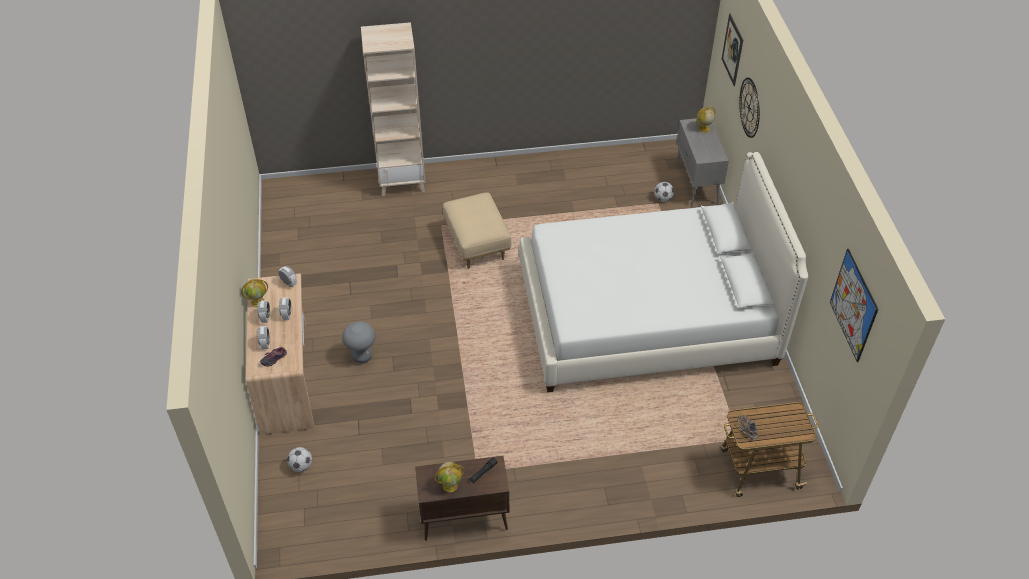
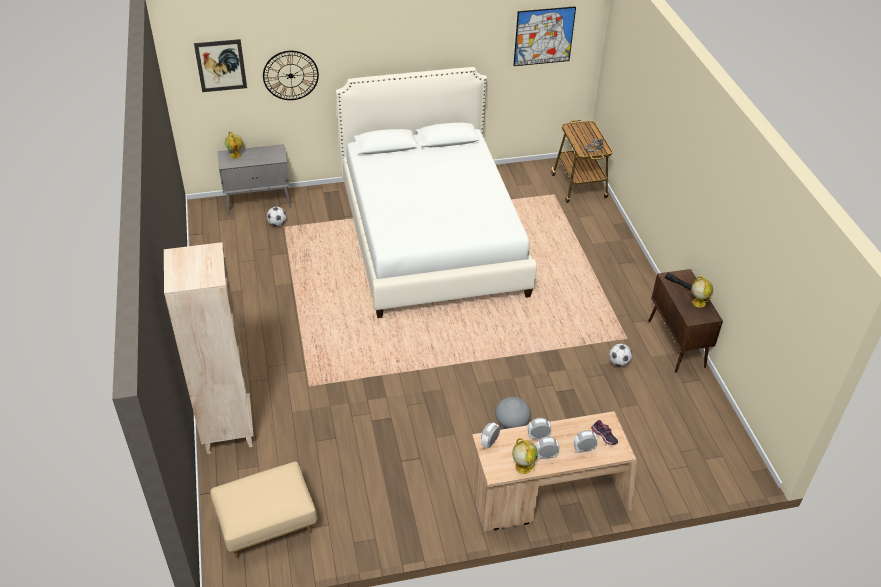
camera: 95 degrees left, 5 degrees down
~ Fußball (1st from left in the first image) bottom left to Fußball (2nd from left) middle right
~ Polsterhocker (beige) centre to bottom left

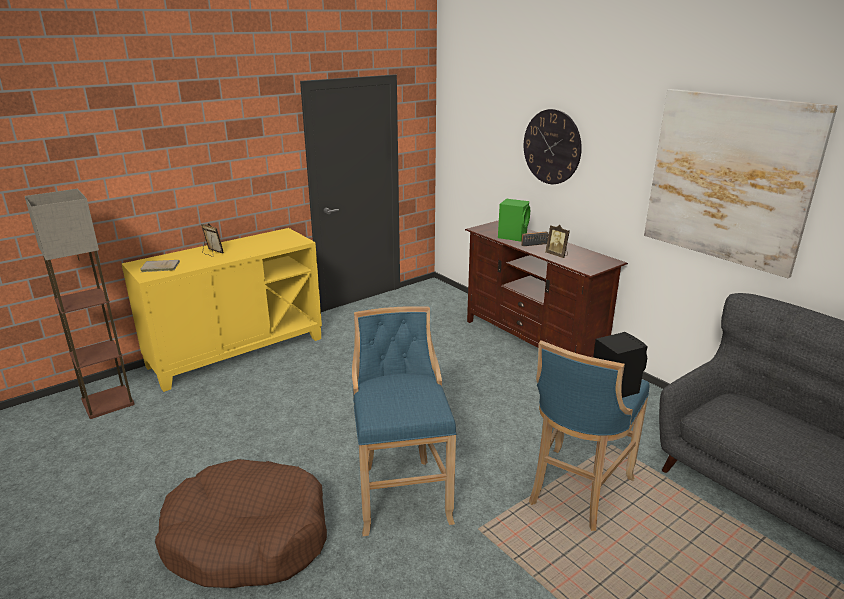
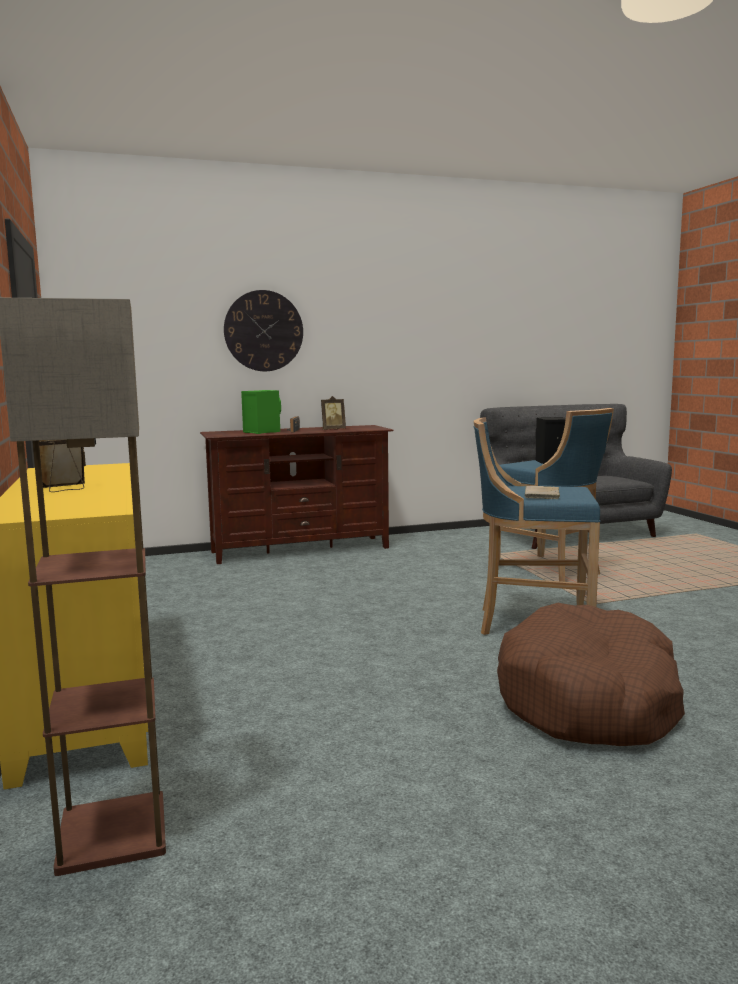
camera: 70 degrees left, 15 degrees down
- Bild top right
~ Buch (beige) middle left to middle right

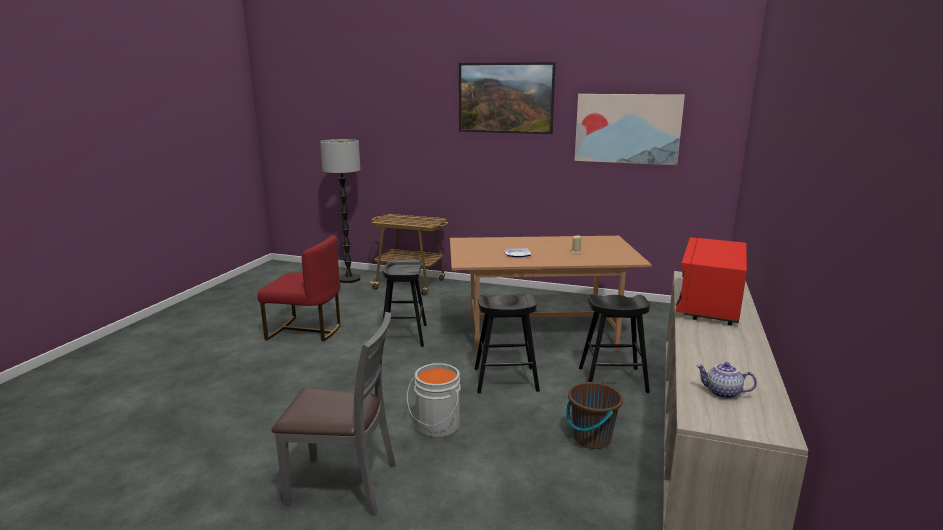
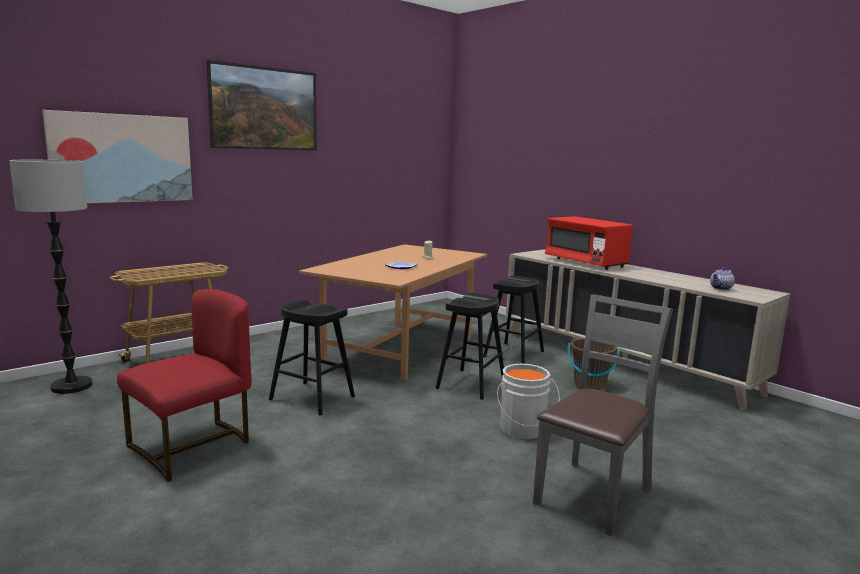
camera: 60 degrees left, 5 degrees down
~ Bild (2nd from left in the first image) top right to Bild (1st from left) top left

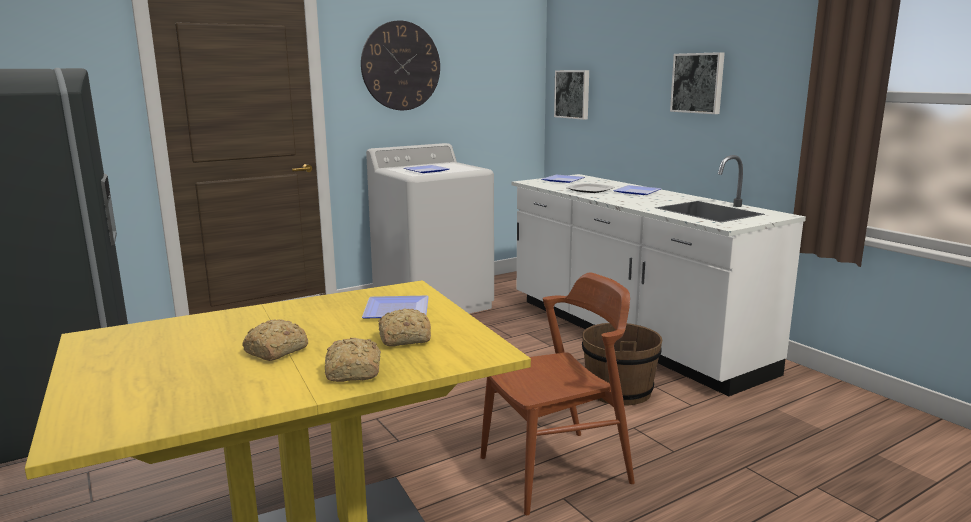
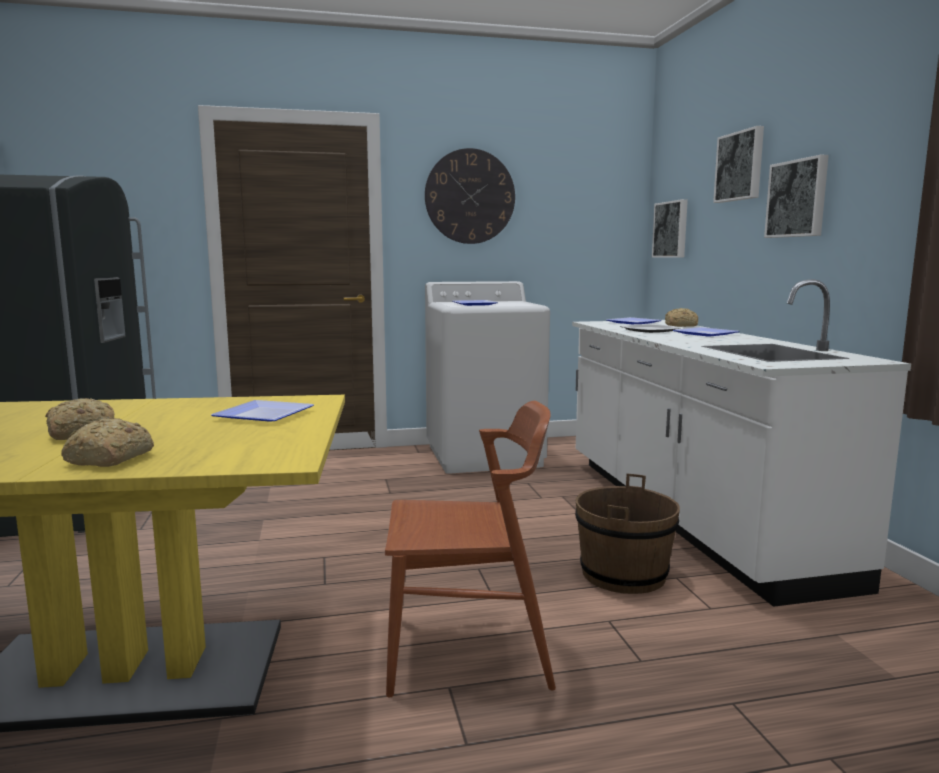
camera: 20 degrees right, 5 degrees down
+ Bild (2nd from left) top right
~ Brot (3rd from left) centre to middle right

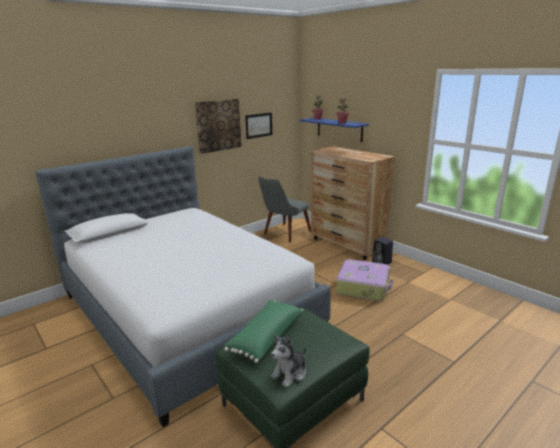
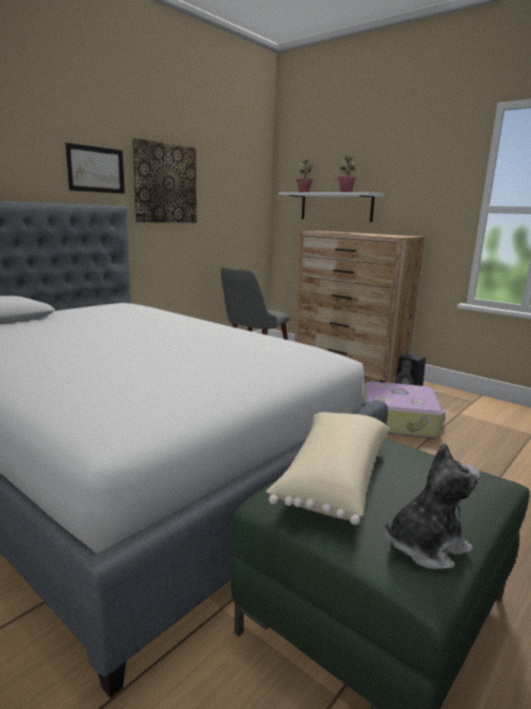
camera: 10 degrees left, 5 degrees down
~ Bild (2nd from left in the first image) top centre to Bild (1st from left) top left
~ Kissen (grün) bottom centre to Kissen (beige) centre
~ Wandregal (blau) top centre to Wandregal (weiß) top centre
~ Plüschtier bottom centre = bottom right 150 degrees counterclockwise

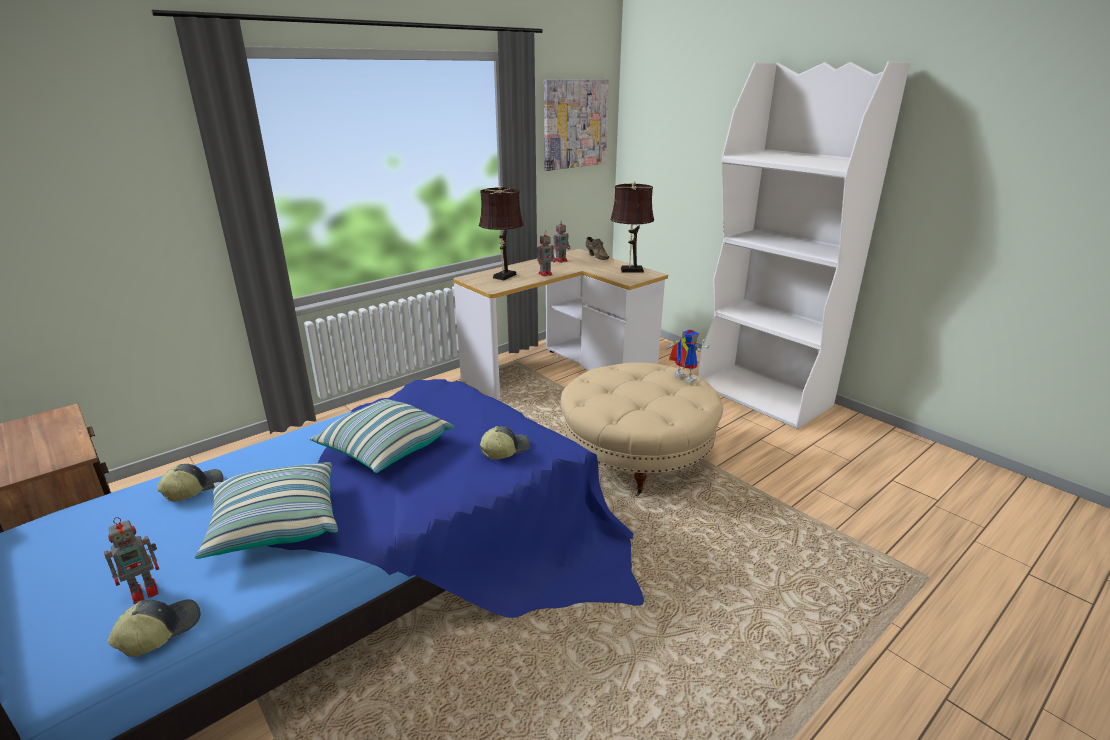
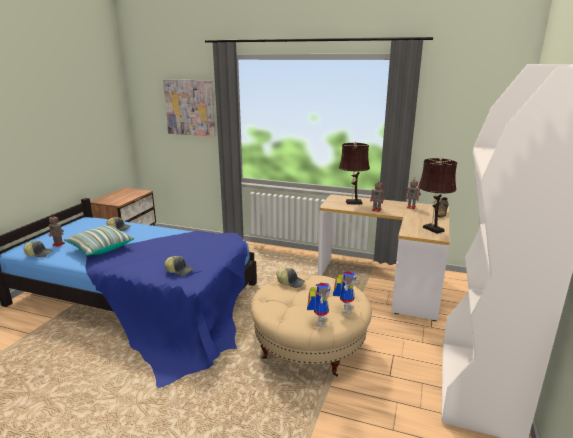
camera: 60 degrees right, 5 degrees down
- Kissen (2nd from left) centre
+ Kappe (4th from left) centre
+ Spielzeugroboter (2nd from left) bottom centre
~ Bild top centre to top left

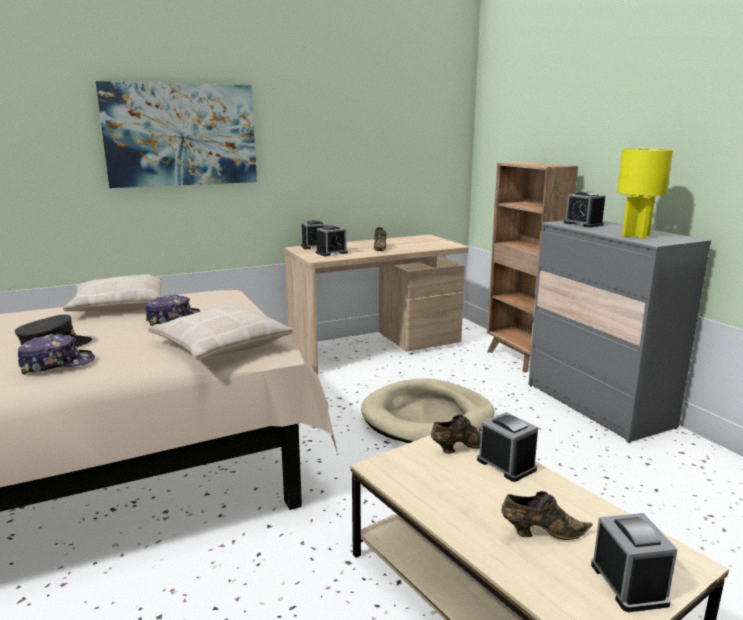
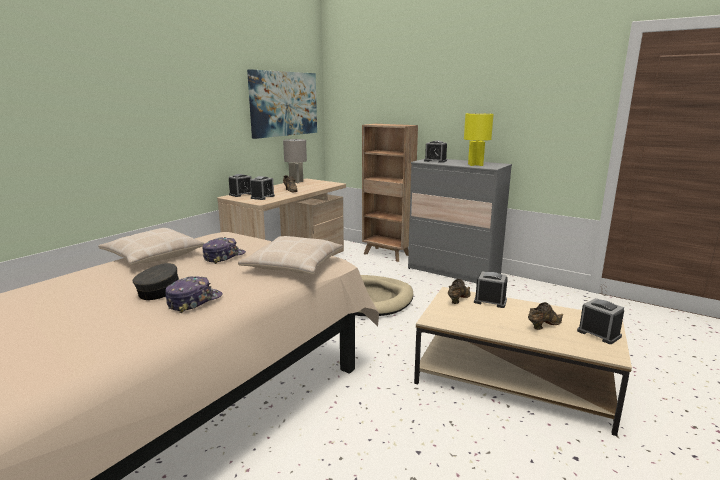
camera: 30 degrees left, 0 degrees up
+ Tischlampe (grau) centre
~ Bild top left to top centre

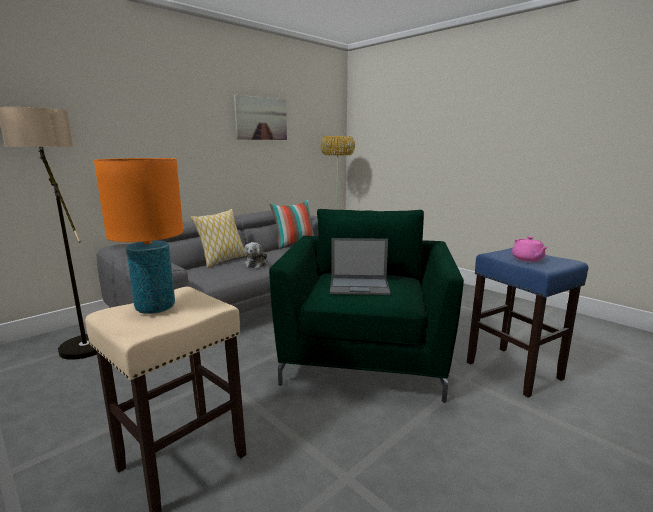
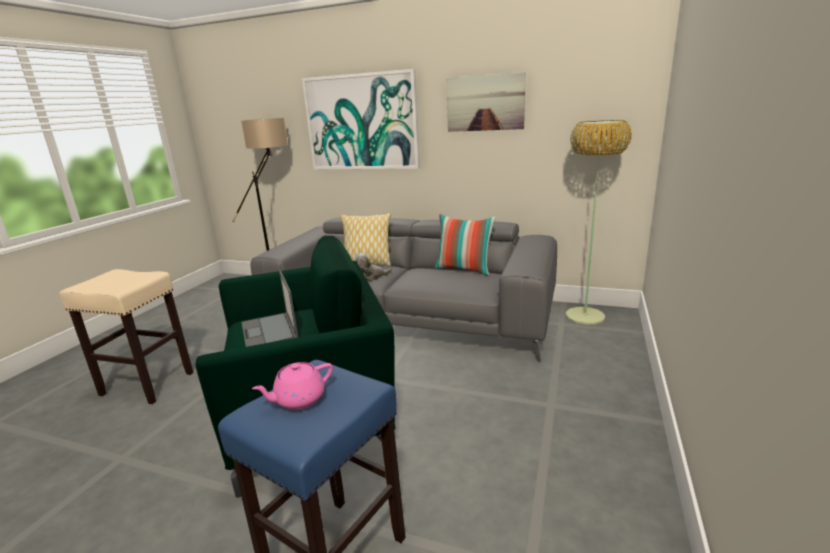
camera: 65 degrees right, 5 degrees up
- Tischlampe (orange) middle left
+ Bild (1st from left) top centre

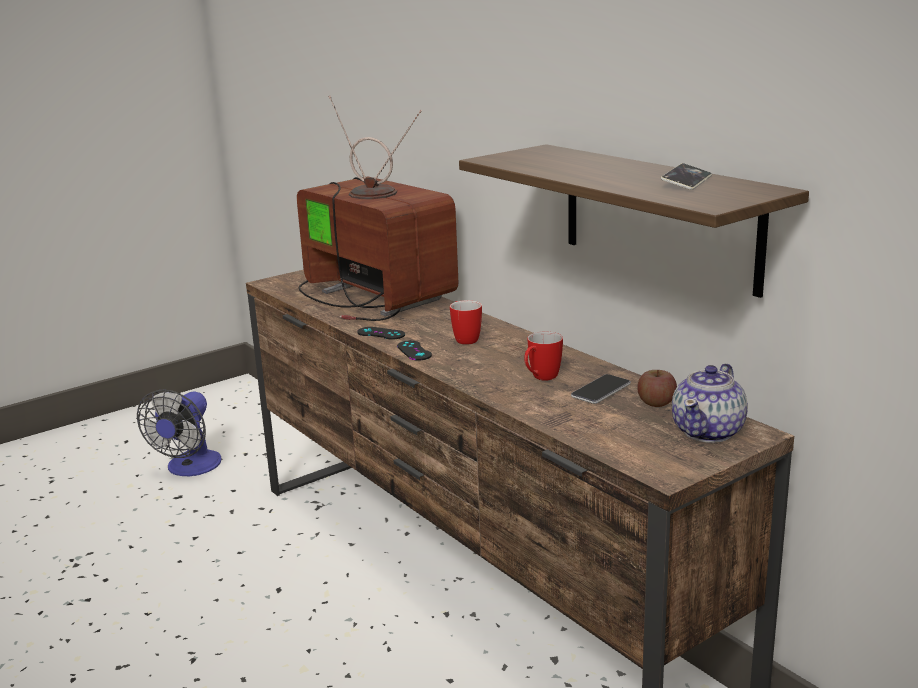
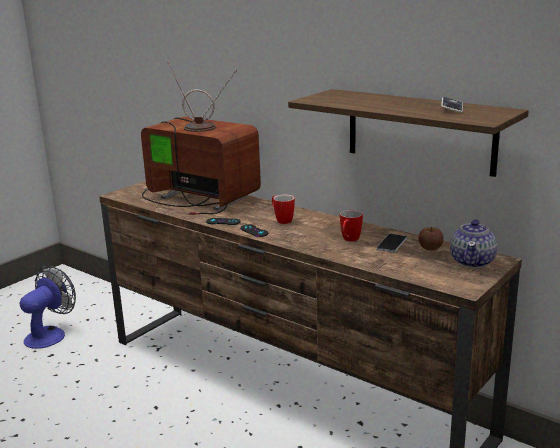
camera: 15 degrees left, 0 degrees up
~ Ventilator middle left = bottom left 150 degrees counterclockwise

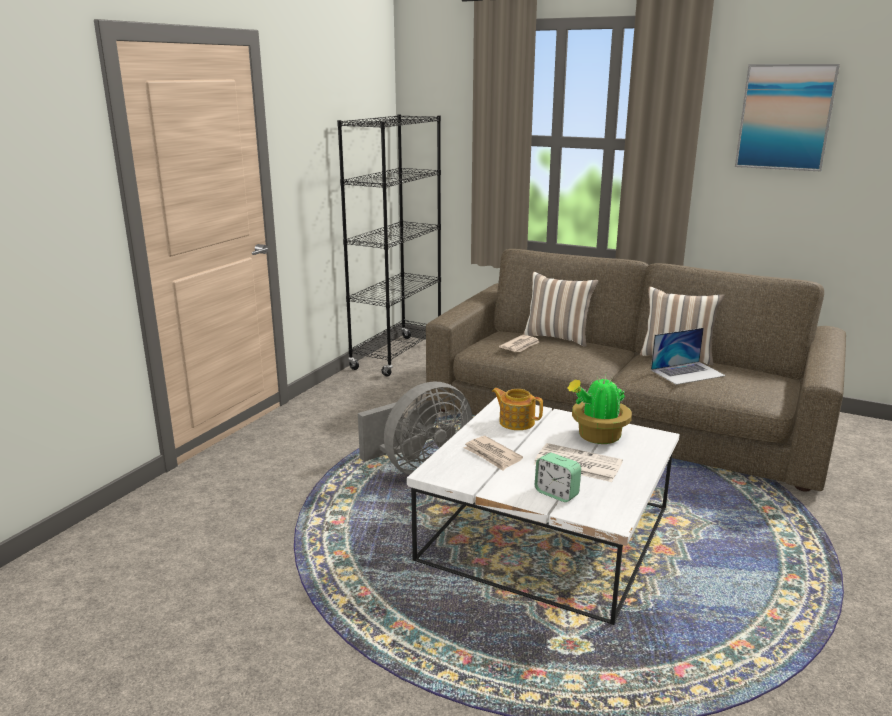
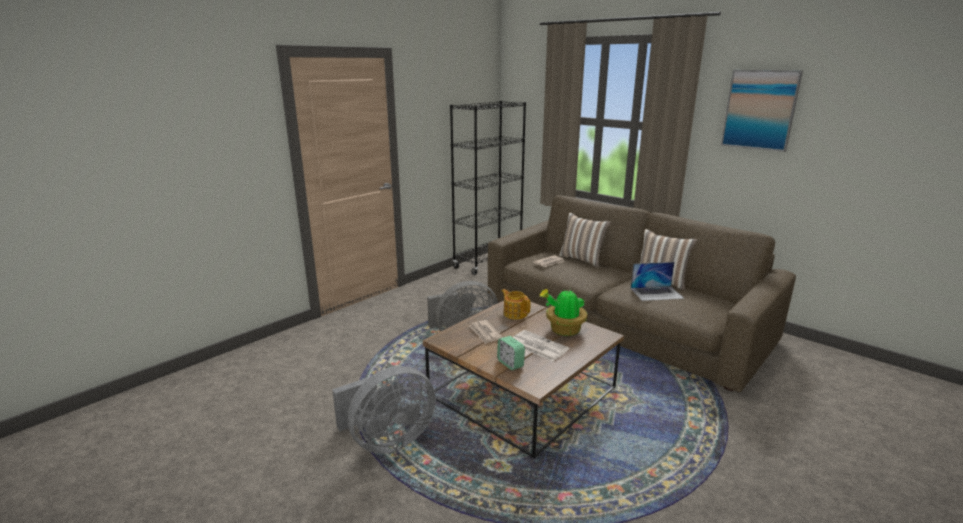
camera: 15 degrees right, 0 degrees up
+ Ventilator (grau) (1st from left) bottom centre
~ Couchtisch (weiß) bottom centre to Couchtisch (braun) bottom centre

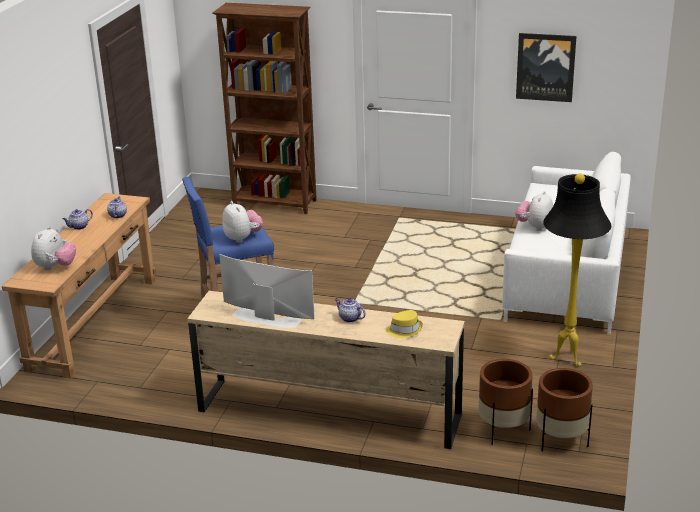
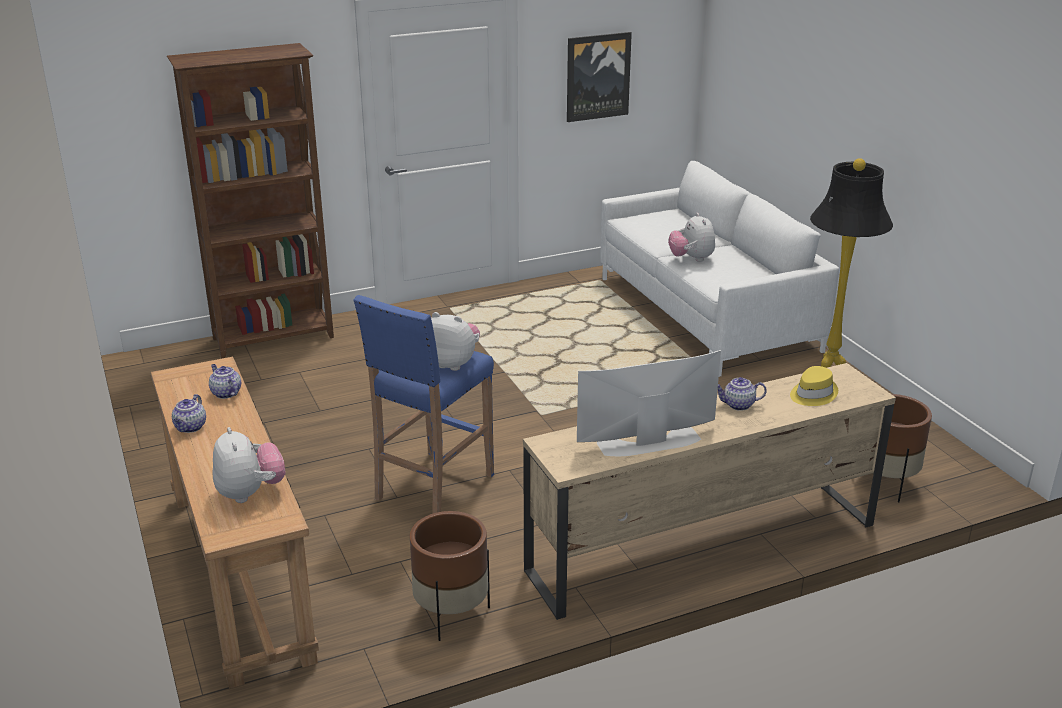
camera: 40 degrees left, 0 degrees up
~ Pflanzkübel (braun) (2nd from left in the first image) bottom right to Pflanzkübel (braun) (1st from left) bottom centre

